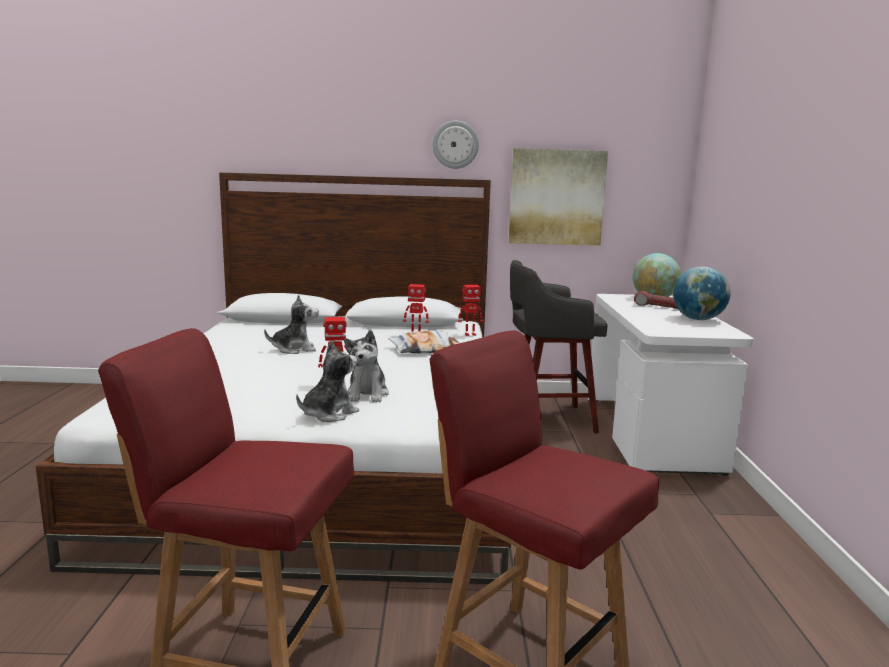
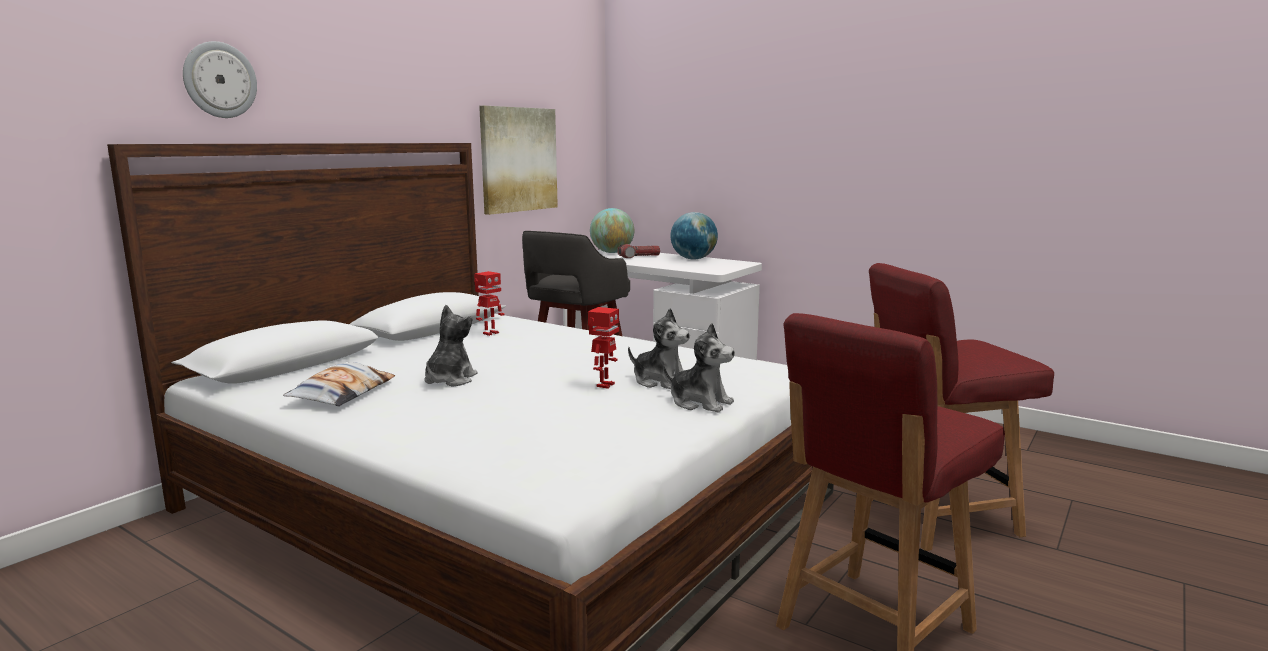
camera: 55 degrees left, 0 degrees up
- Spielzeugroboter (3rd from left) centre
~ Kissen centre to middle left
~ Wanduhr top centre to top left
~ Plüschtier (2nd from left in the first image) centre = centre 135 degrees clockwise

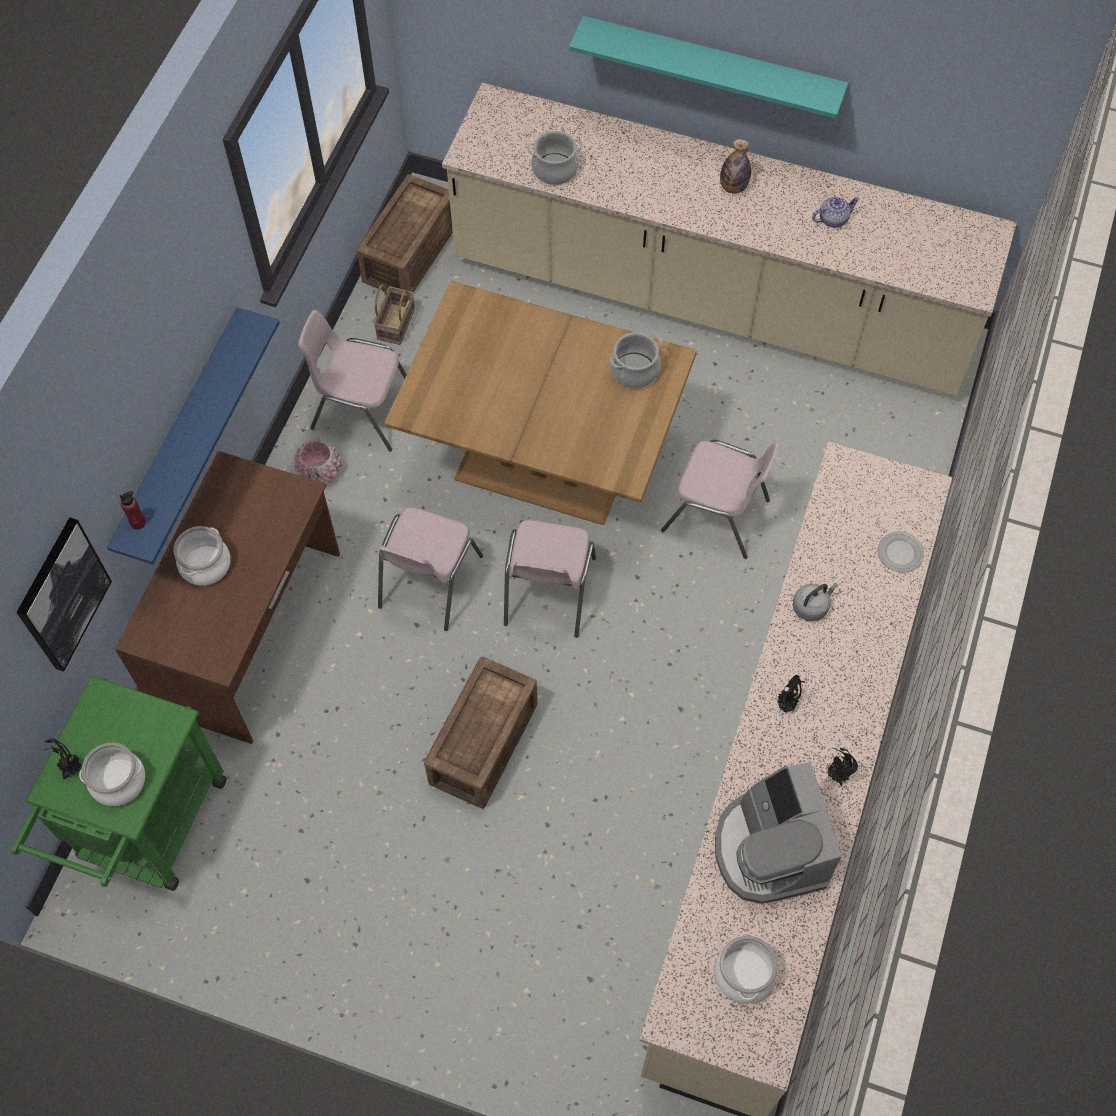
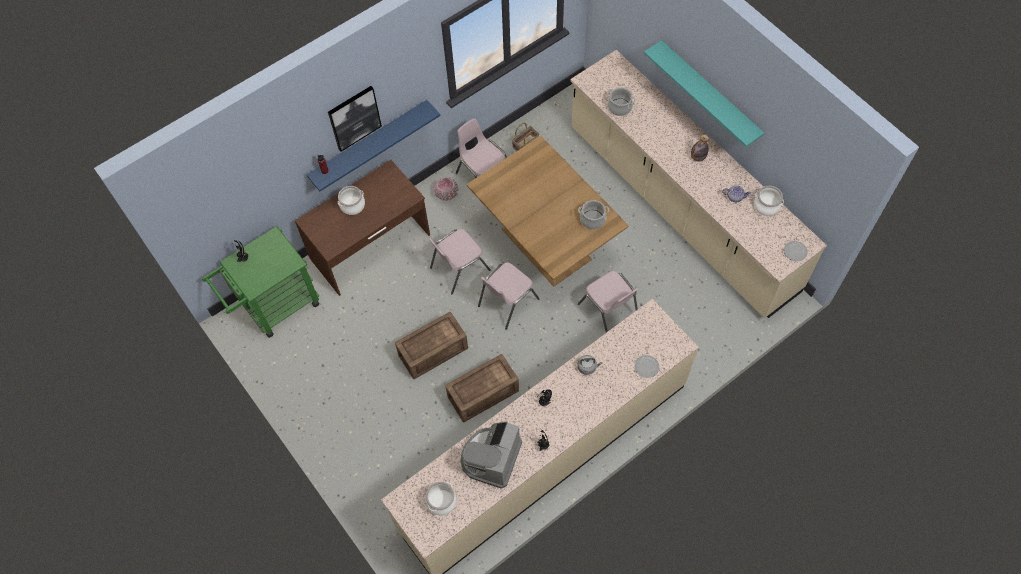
camera: 35 degrees right, 0 degrees up
+ Teller (2nd from left) middle right
~ Bild middle left to top centre
~ Kochtopf (1st from left in the first image) bottom left to Kochtopf (5th from left) middle right
~ Kiste (1st from left in the first image) top centre to Kiste (2nd from left) bottom centre

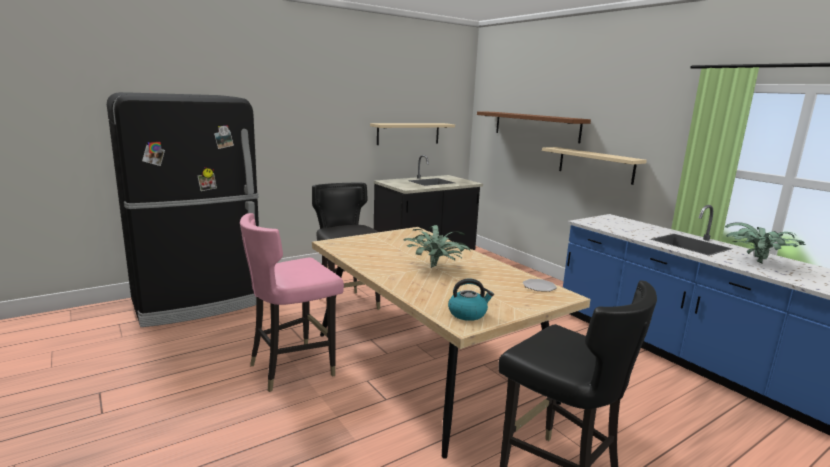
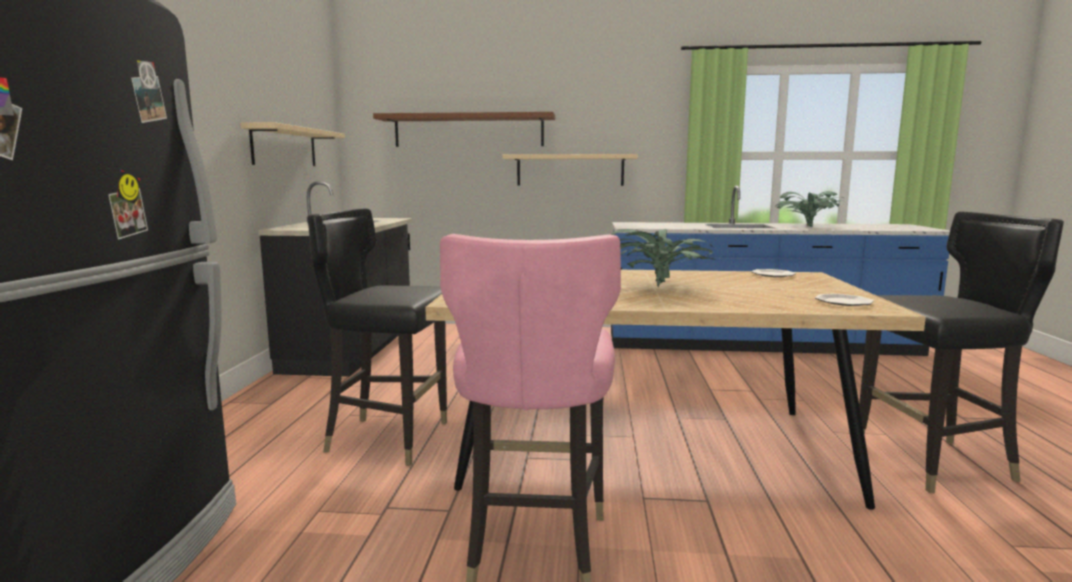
camera: 50 degrees left, 5 degrees down
~ Wasserkessel centre to Teller (2nd from left) middle right

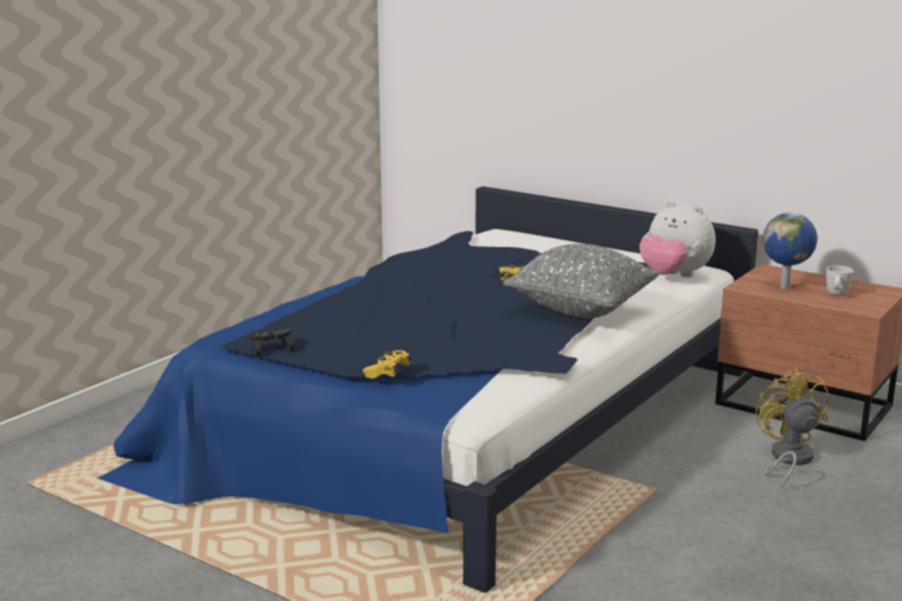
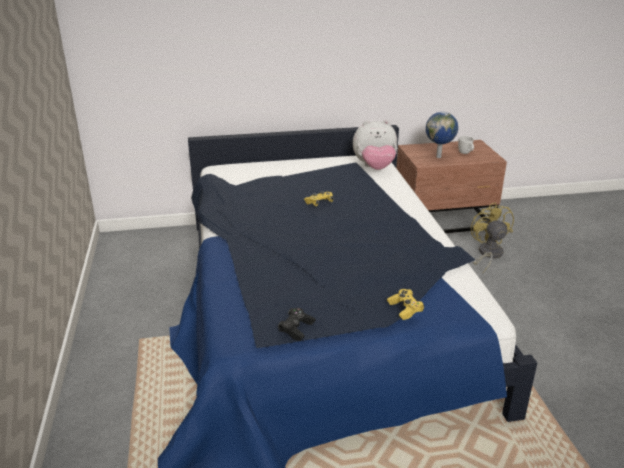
camera: 45 degrees left, 10 degrees up
- Kissen (grau) centre
~ Ventilator (gelb) bottom right = middle right 45 degrees clockwise

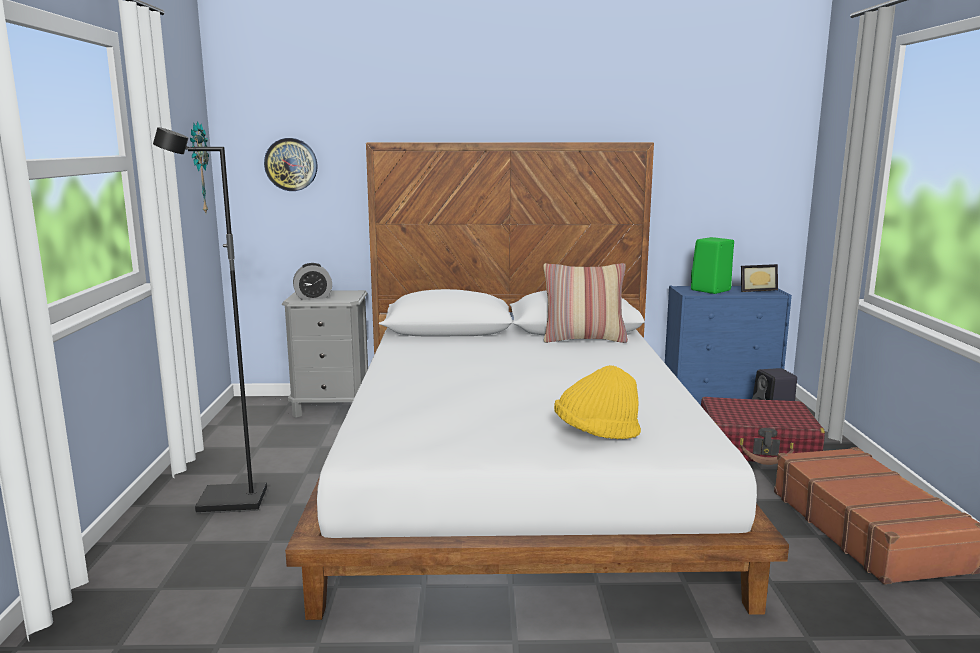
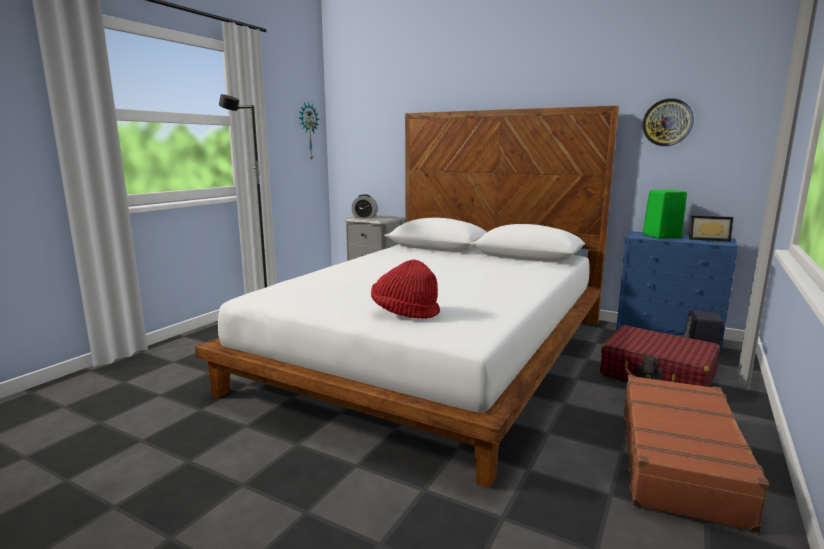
camera: 30 degrees right, 0 degrees up
- Kissen centre
~ Wanduhr (2nd from left) top left to top right
~ Hut (gelb) centre to Hut (rot) centre

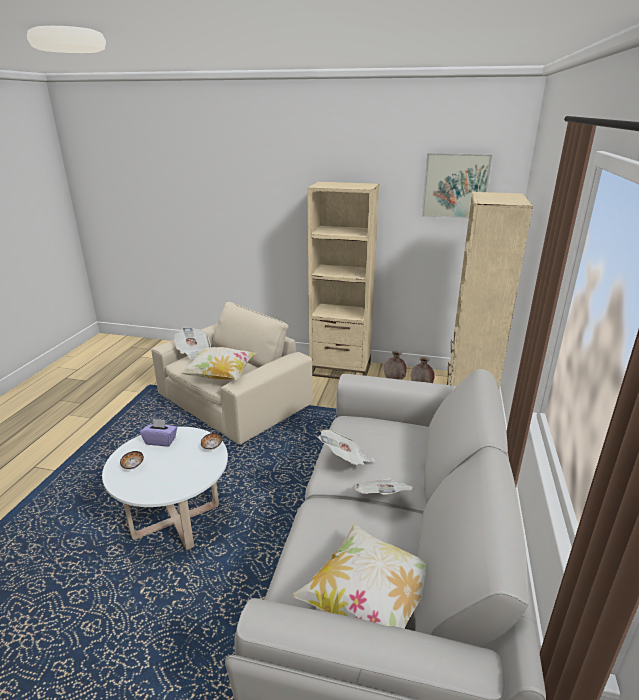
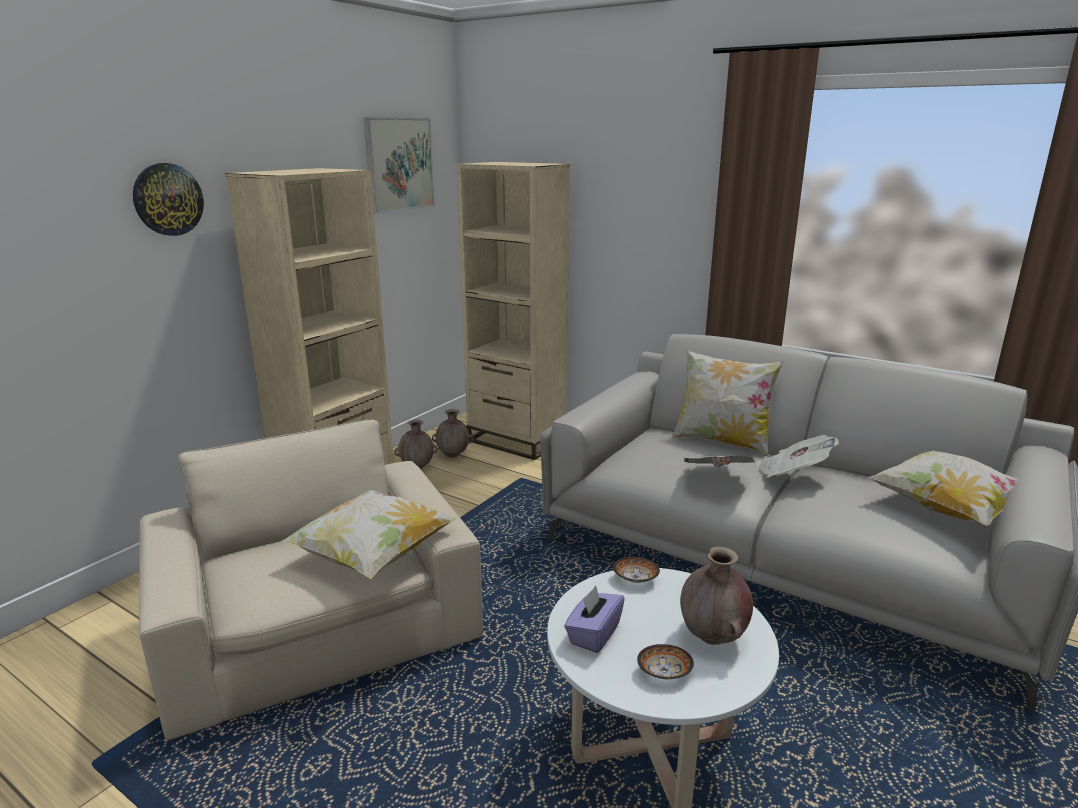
camera: 70 degrees left, 5 degrees down
- Zeitung (1st from left) middle left
+ Wanduhr top left
+ Kissen (2nd from left) middle right
+ Vase (braun) (3rd from left) bottom centre

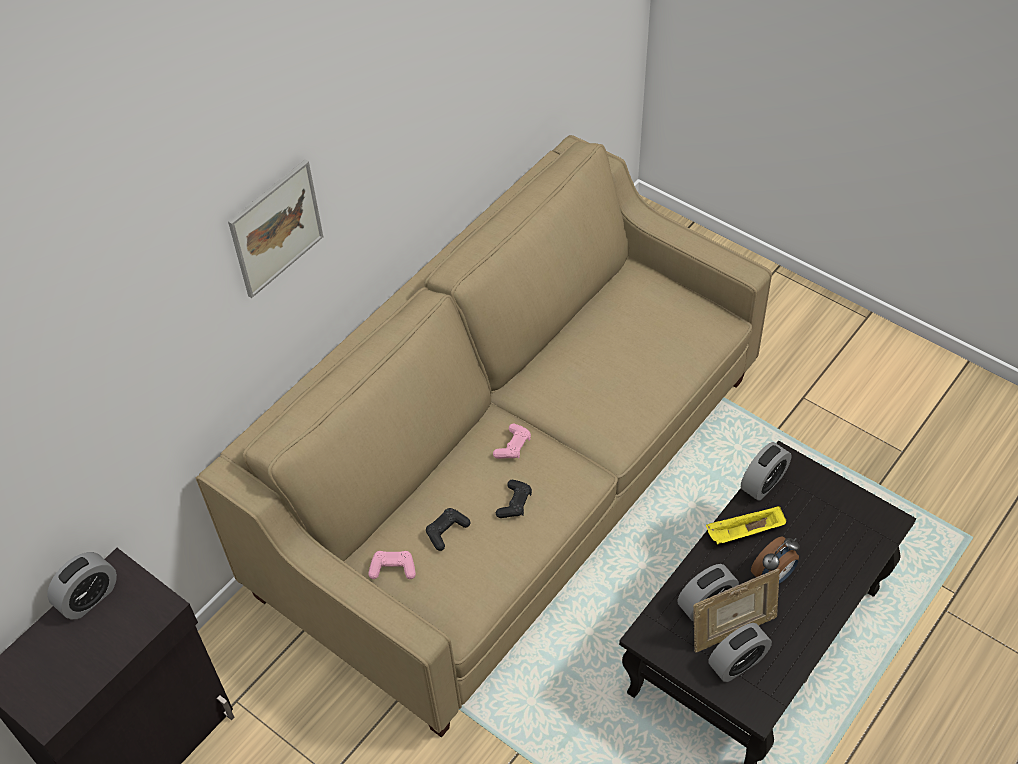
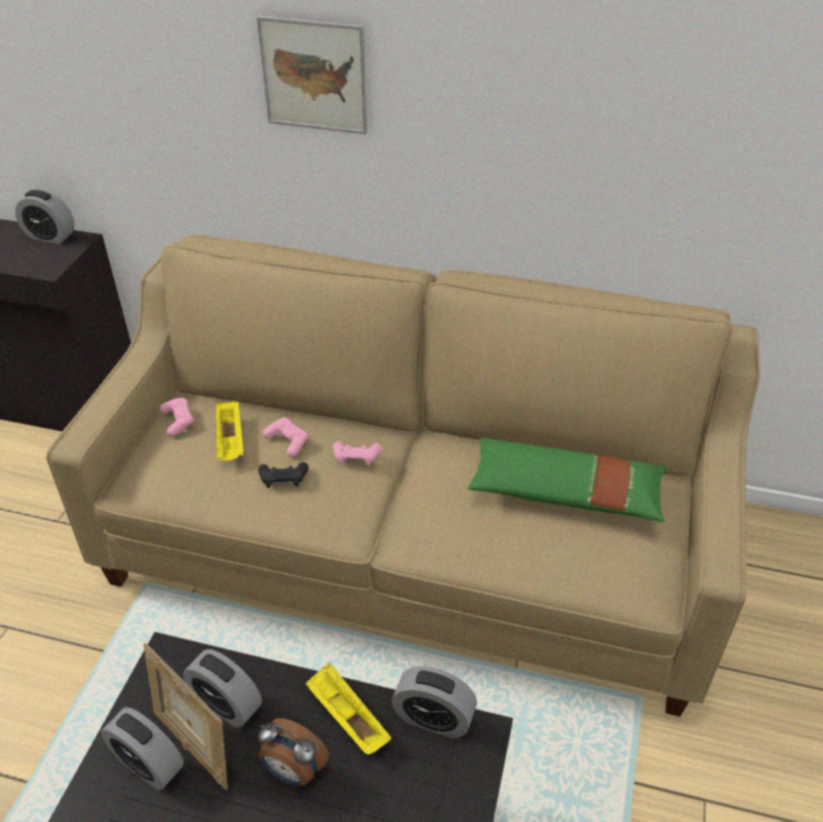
camera: 65 degrees right, 10 degrees down
+ Gamepad (rosa) (2nd from left) centre
+ Kissen (grün) middle right
~ Gamepad (schwarz) (1st from left) bottom centre to Tablett (gelb) (1st from left) middle left

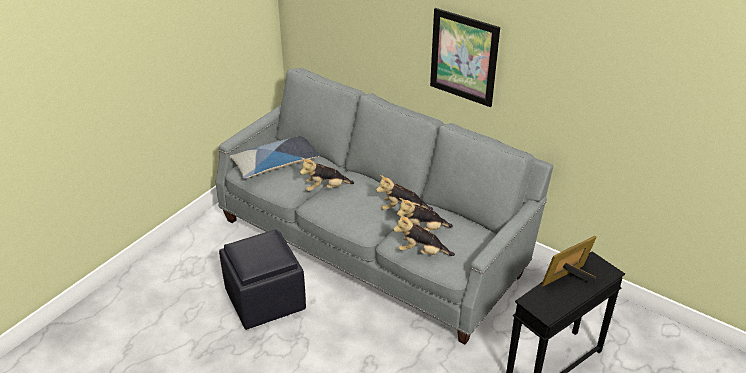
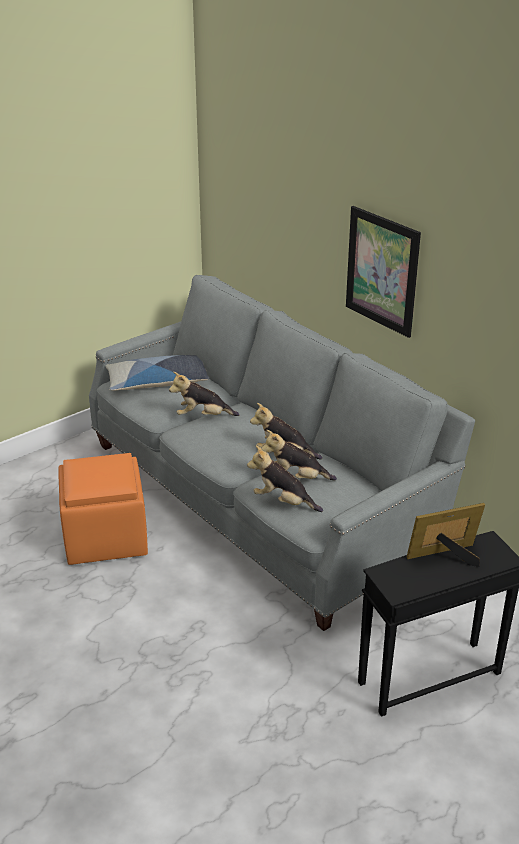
camera: 15 degrees right, 5 degrees down
~ Polsterhocker (schwarz) bottom centre to Polsterhocker (orange) middle left

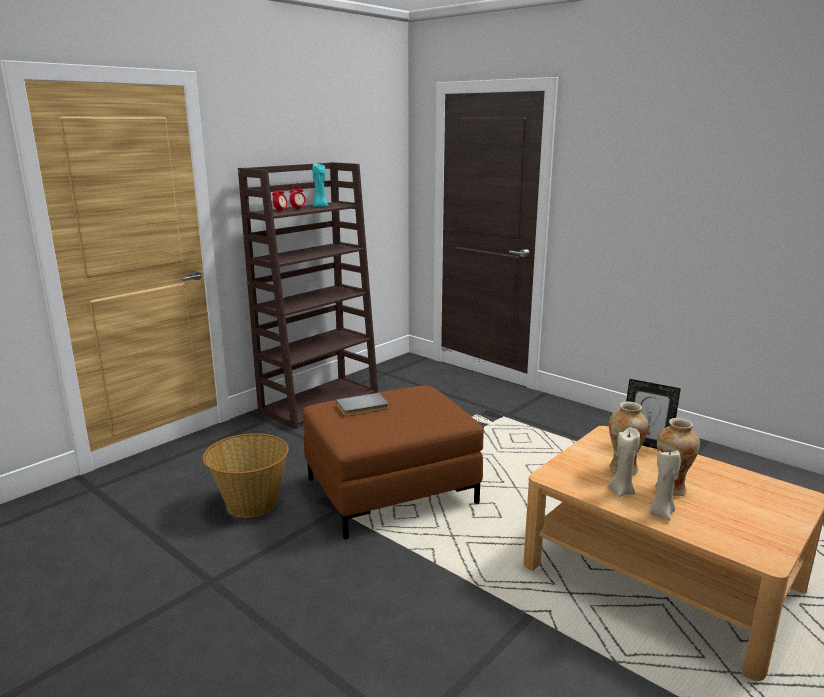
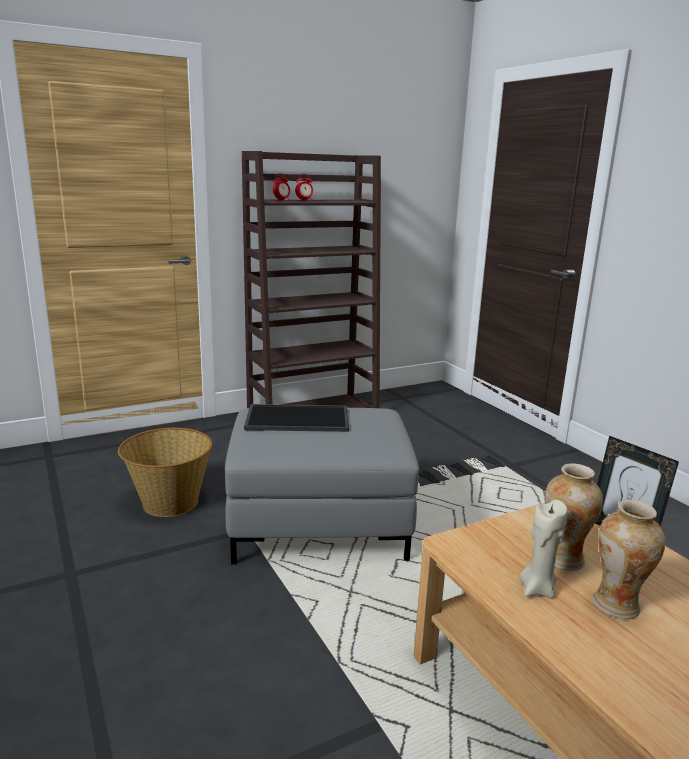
camera: 20 degrees right, 0 degrees up
- Kerze (türkis) top centre
- Kerze (beige) (2nd from left) bottom right
~ Buch (grau) centre to Tablett centre
~ Polsterhocker (braun) centre to Polsterhocker (grau) centre

